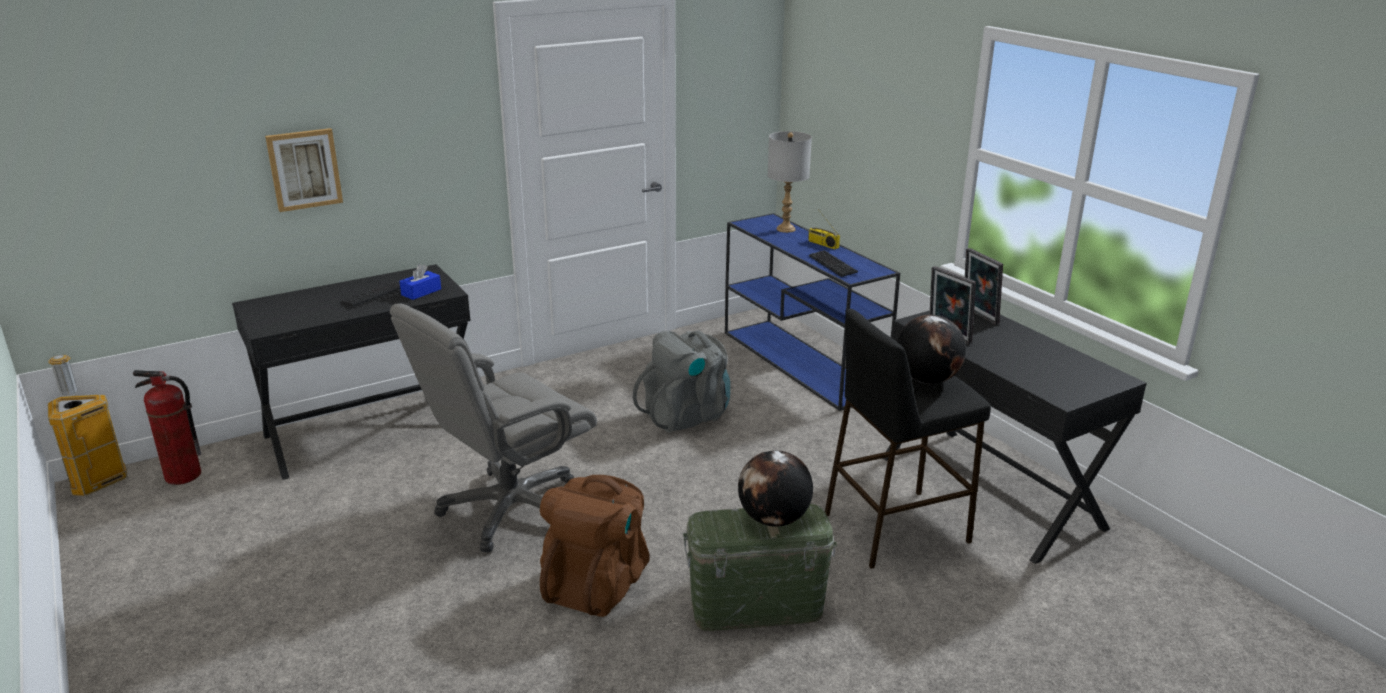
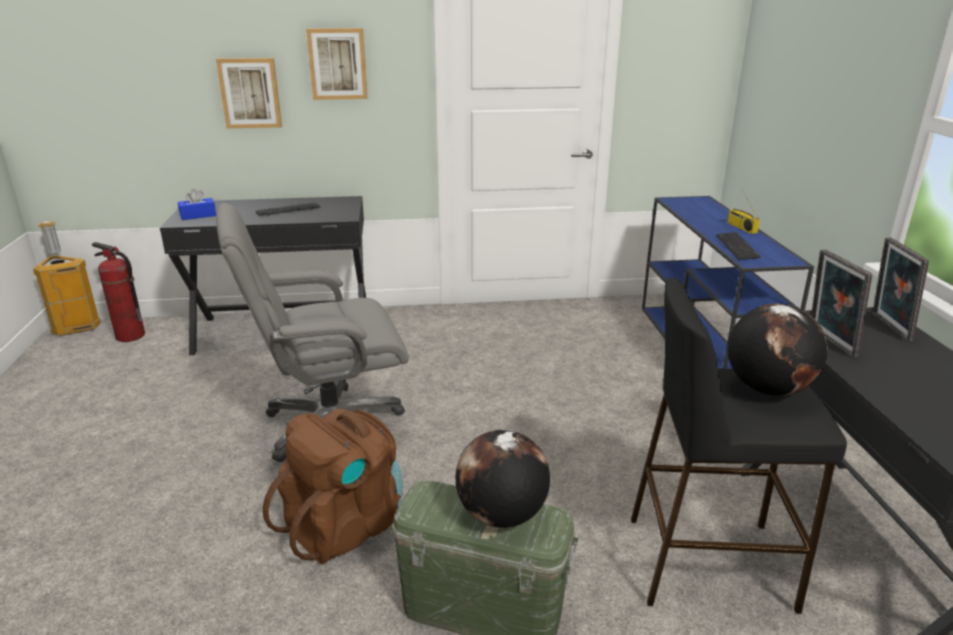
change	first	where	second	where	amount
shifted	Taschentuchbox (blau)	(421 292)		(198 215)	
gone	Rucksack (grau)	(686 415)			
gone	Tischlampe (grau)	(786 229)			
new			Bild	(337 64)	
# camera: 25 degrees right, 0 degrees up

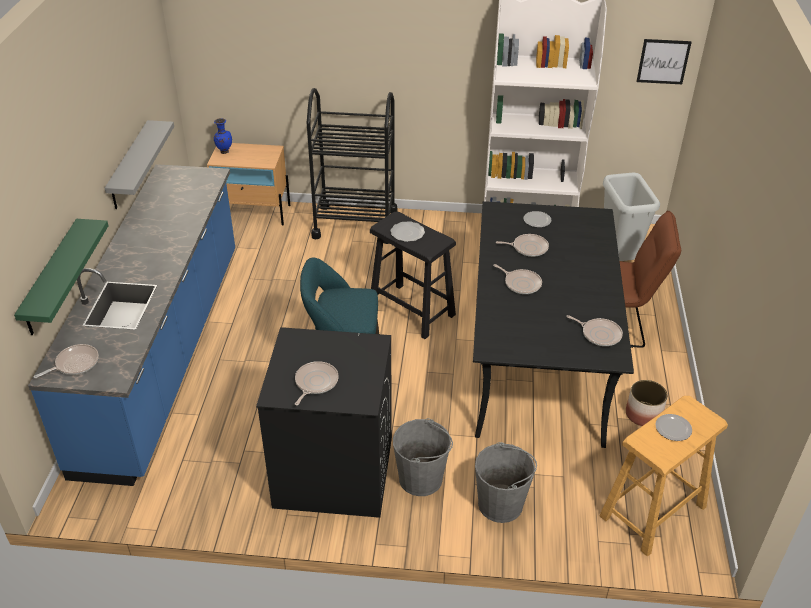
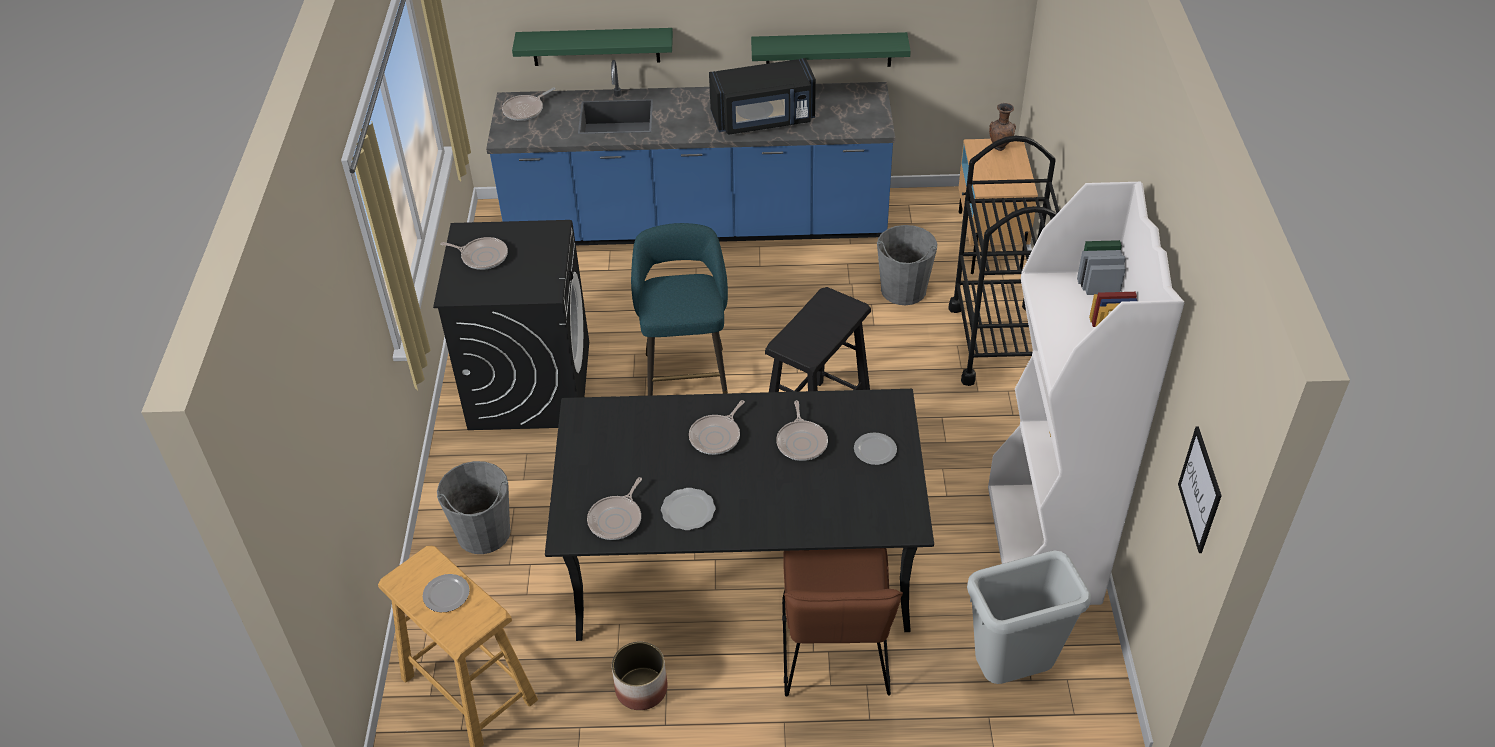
change	first	where	second	where	amount
rotated	Pfanne	(74 364)		(525 110)	90 degrees clockwise
repainted	Wandregal (grau)	(129 166)	Wandregal (grün)	(828 51)	
repainted	Vase (blau)	(224 151)	Vase (braun)	(1000 147)	
shifted	Teller	(407 233)		(687 511)	
shifted	Eimer (grau)	(421 479)		(903 290)	
new			Mikrowelle (schwarz)	(763 119)	
# camera: 85 degrees right, 5 degrees up

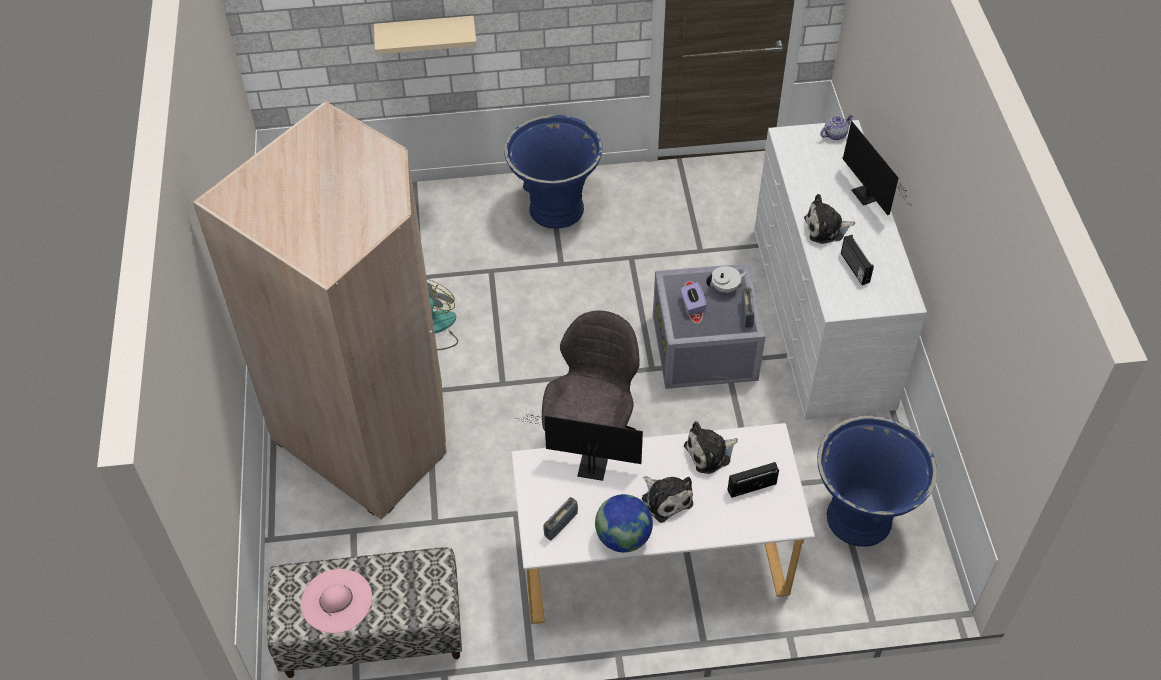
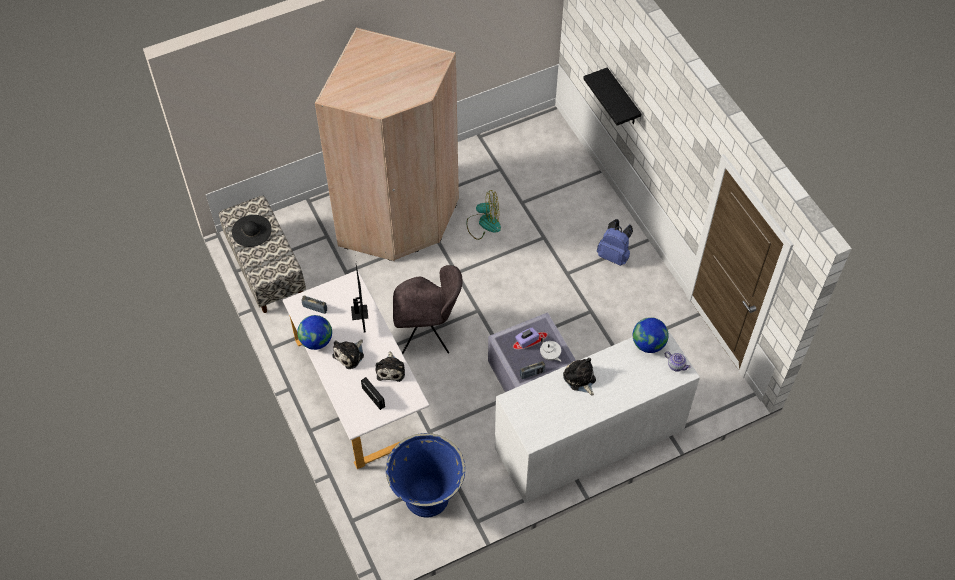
change	first	where	second	where	amount
repainted	Hut (rosa)	(336 600)	Hut (schwarz)	(251 231)	
repainted	Wandregal (beige)	(425 34)	Wandregal (schwarz)	(623 98)	
swapped	Pflanzkübel (blau)	(555 209)	Rucksack (blau)	(614 255)	
rotated	Plüschtier	(710 453)		(391 369)	135 degrees counterclockwise
gone	Radio	(854 268)			
gone	Monitor	(868 197)			
new			Globus	(648 344)	
# camera: 70 degrees right, 5 degrees up

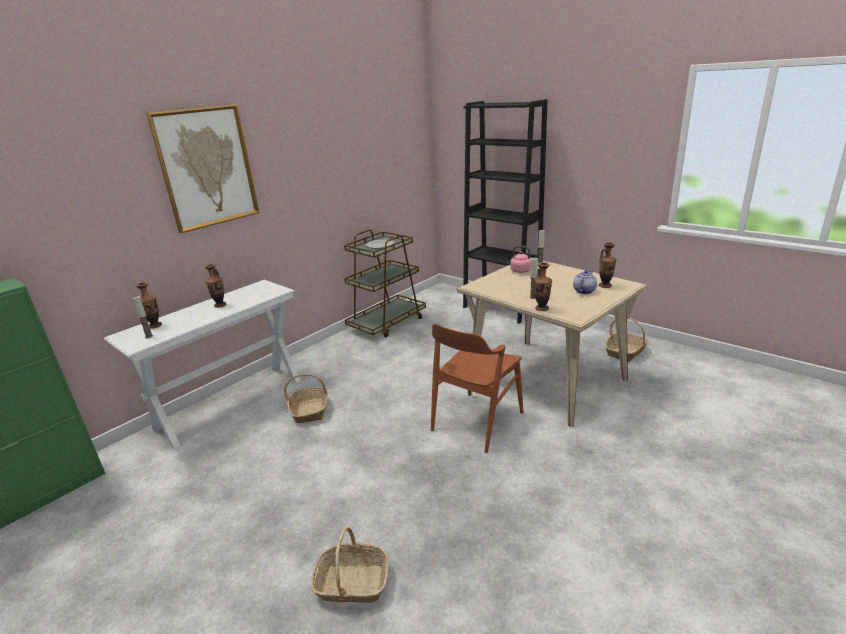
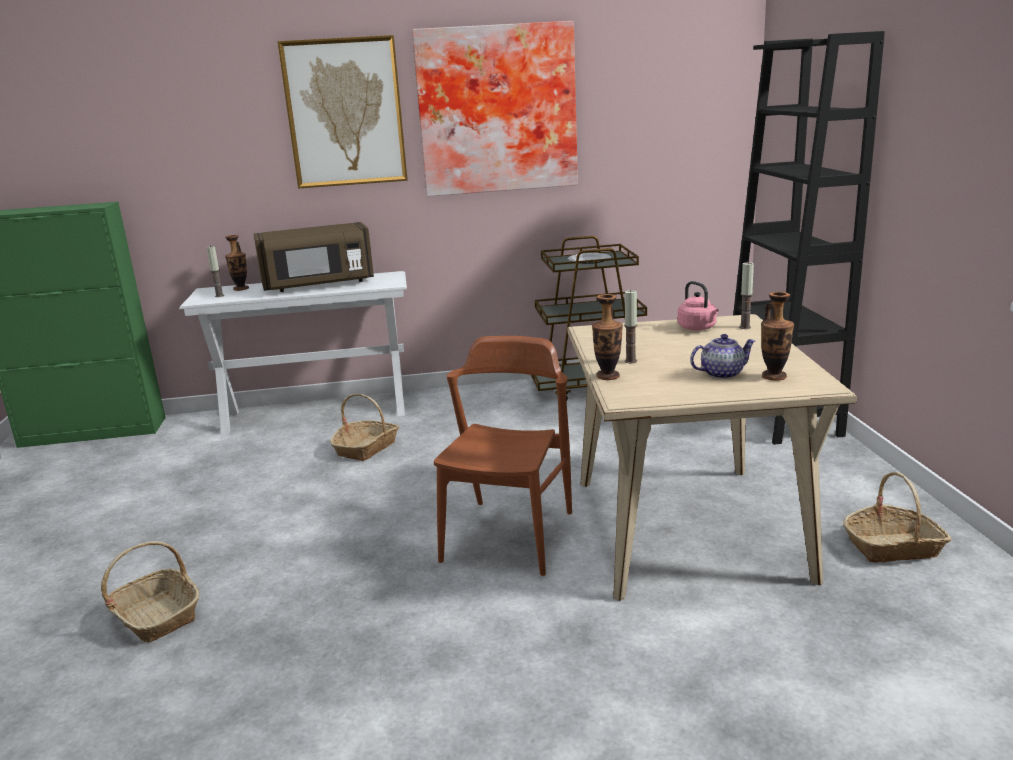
change	first	where	second	where	amount
swapped	Vase	(220 305)	Mikrowelle (braun)	(318 284)	
rotated	Stuhl (braun)	(477 421)		(509 536)	120 degrees clockwise
new			Bild	(497 110)	
# camera: 40 degrees right, 5 degrees down

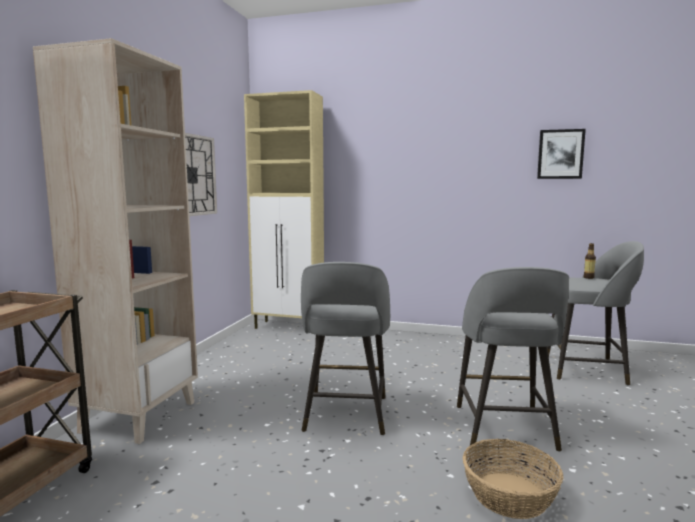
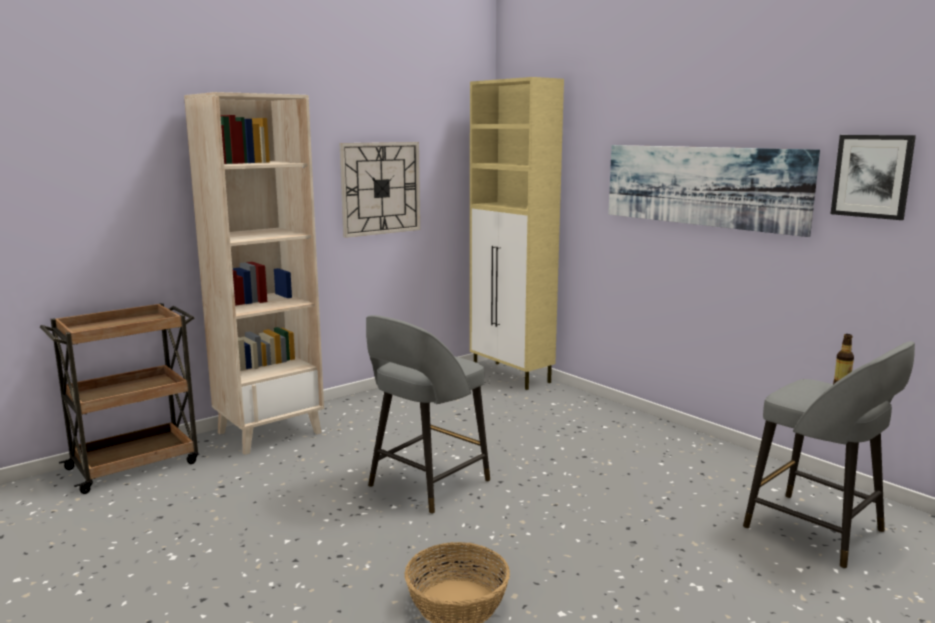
change	first	where	second	where	amount
gone	Hocker (grau)	(505 429)			
new			Bild	(702 186)	
# camera: 35 degrees right, 5 degrees up

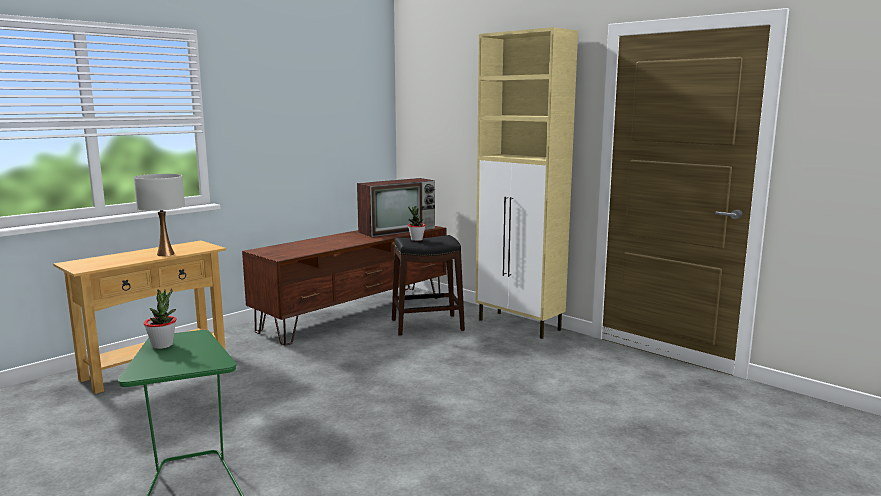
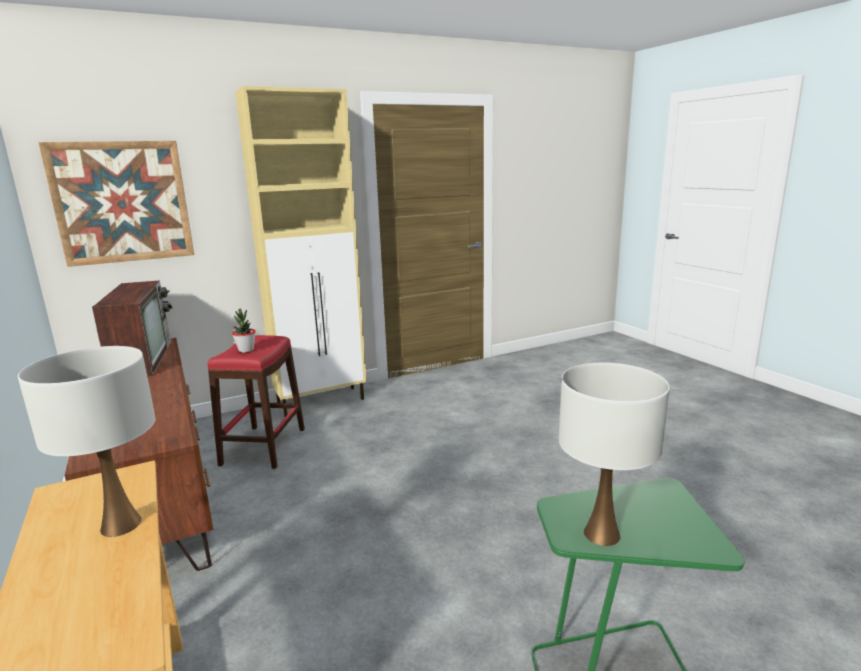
change	first	where	second	where	amount
swapped	Topfpflanze	(162 345)	Tischlampe (weiß)	(602 533)	
repainted	Hocker (schwarz)	(427 325)	Hocker (rot)	(263 446)	
new			Bild	(122 202)	
# camera: 70 degrees left, 5 degrees up

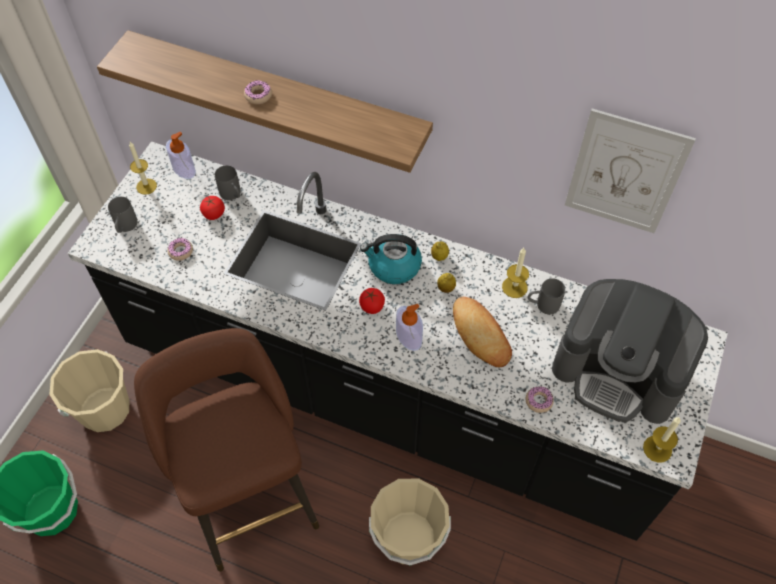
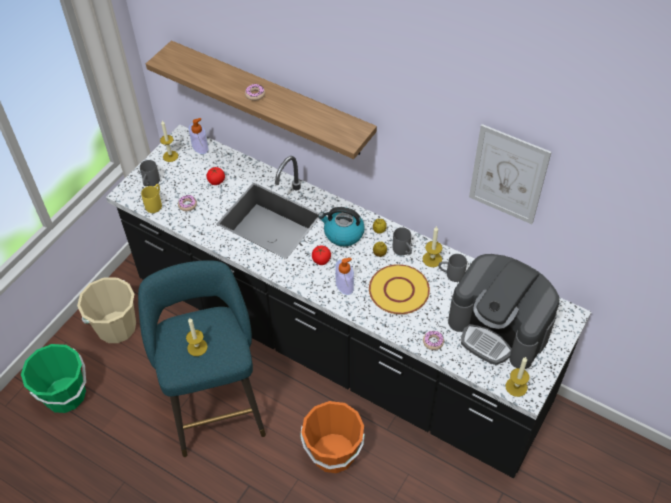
change	first	where	second	where	amount
repainted	Hocker (braun)	(249 496)	Hocker (türkis)	(216 405)	
shifted	Henkelbecher (grau)	(232 195)		(403 251)	
repainted	Eimer (beige)	(408 538)	Eimer (orange)	(333 453)	
swapped	Brot	(480 335)	Teller (gelb)	(399 290)	
new			Henkelbecher (gelb)	(155 204)	
new			Kerze	(197 347)	
# camera: 10 degrees right, 5 degrees down

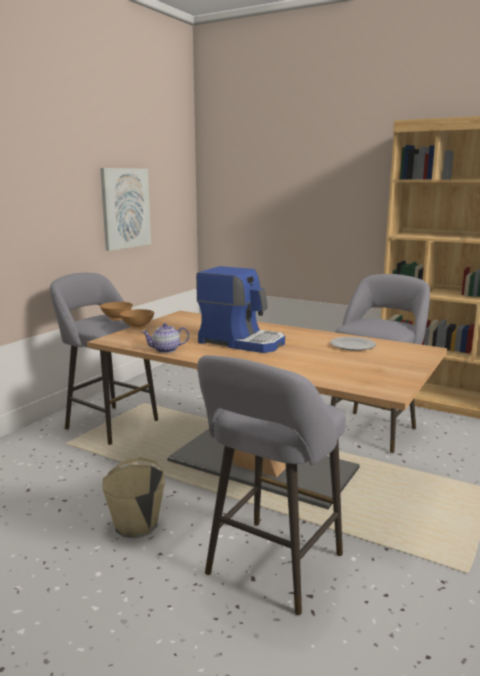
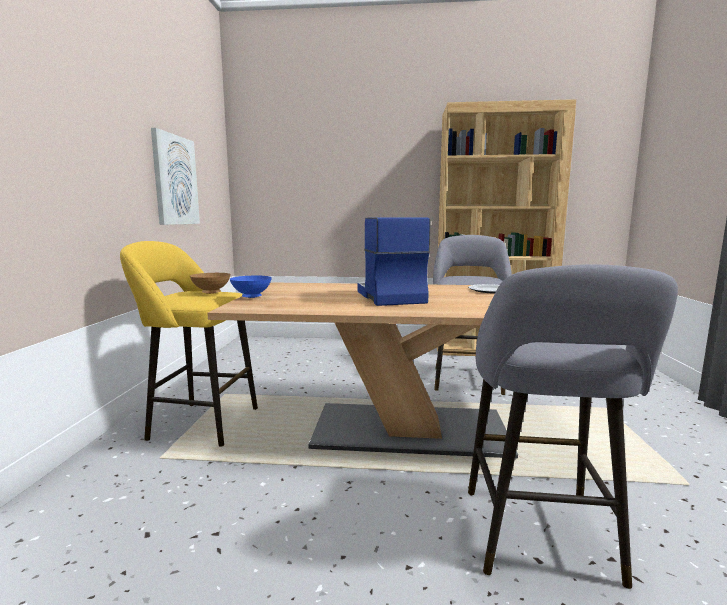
change	first	where	second	where	amount
repainted	Hocker (grau)	(108 423)	Hocker (gelb)	(199 423)	
gone	Eimer (beige)	(136 524)			
repainted	Schüssel (braun)	(137 329)	Schüssel (blau)	(251 297)	
gone	Teekanne	(166 350)			
rotated	Kaffeemaschine	(242 342)		(388 297)	105 degrees counterclockwise
# camera: 25 degrees left, 5 degrees down

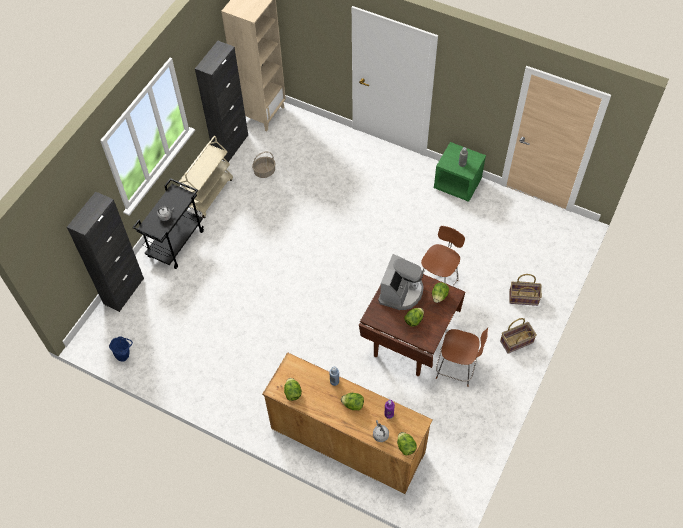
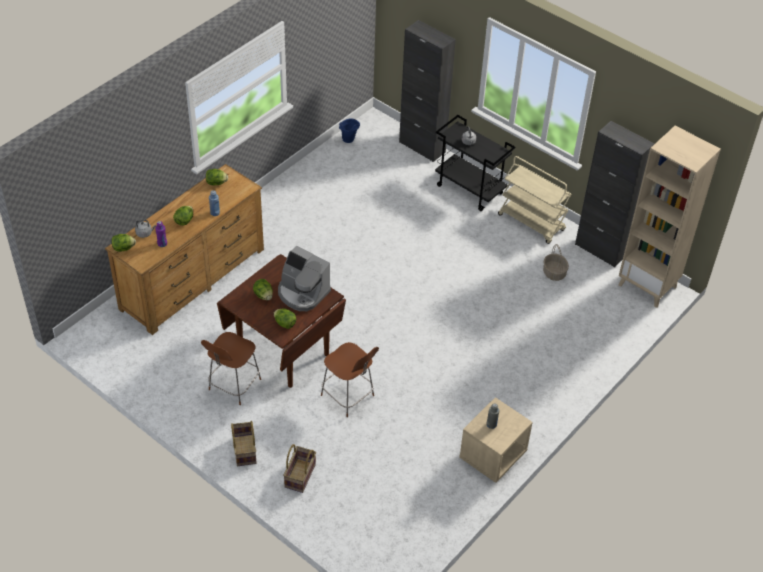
change	first	where	second	where	amount
repainted	Nachttisch (grün)	(457 184)	Nachttisch (beige)	(492 456)	
# camera: 100 degrees right, 10 degrees down

